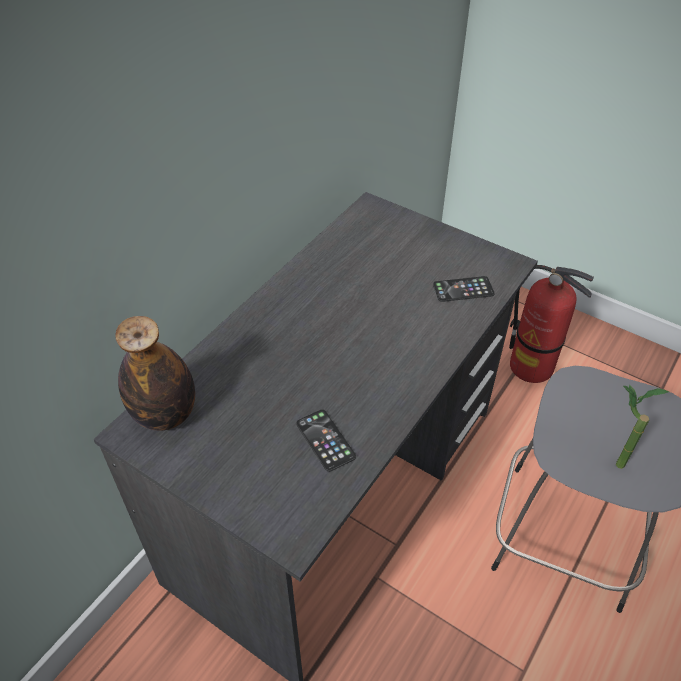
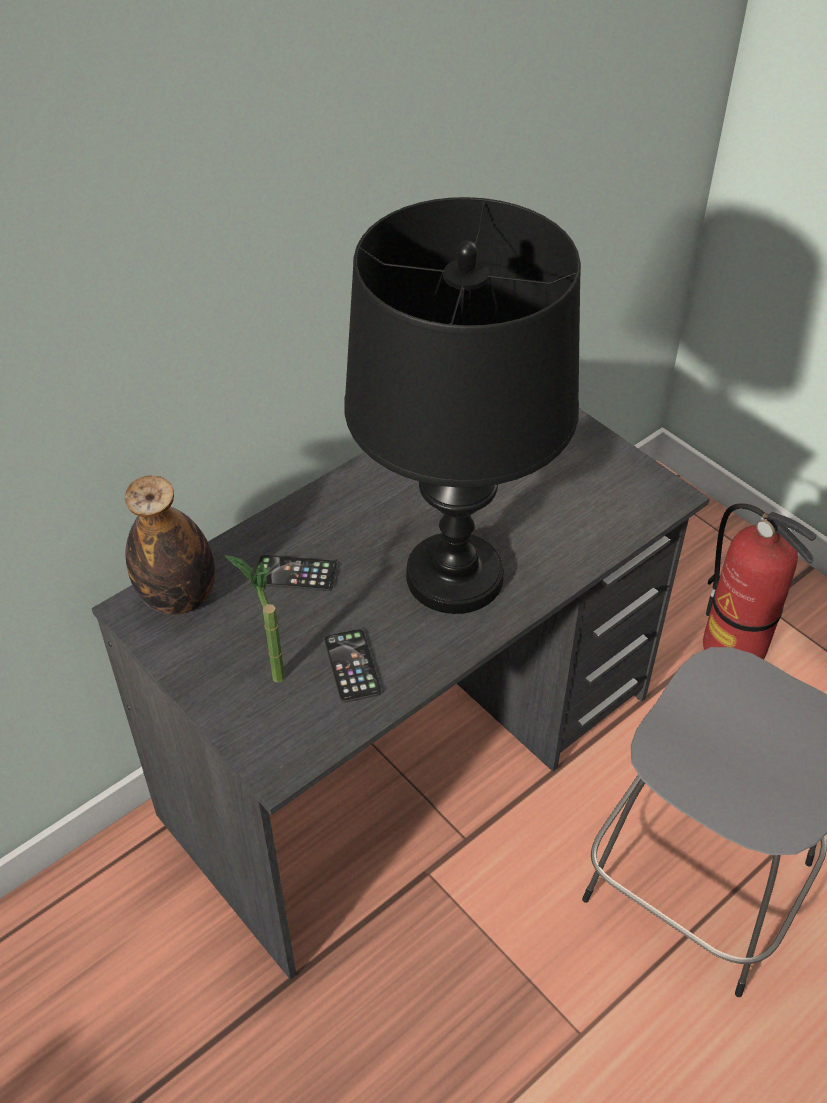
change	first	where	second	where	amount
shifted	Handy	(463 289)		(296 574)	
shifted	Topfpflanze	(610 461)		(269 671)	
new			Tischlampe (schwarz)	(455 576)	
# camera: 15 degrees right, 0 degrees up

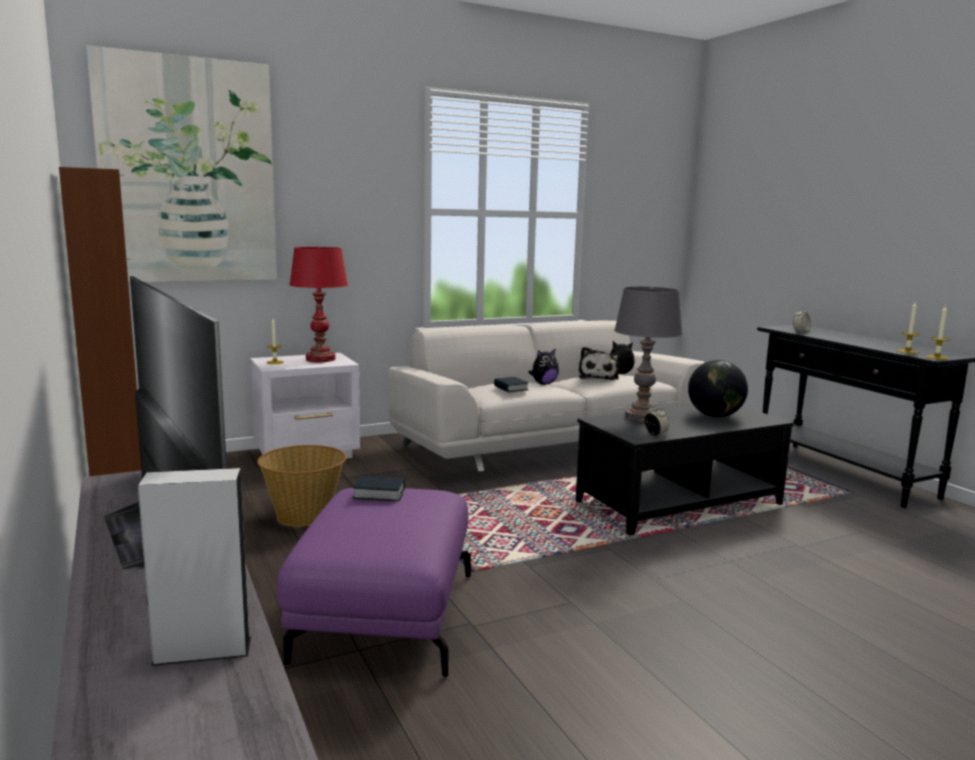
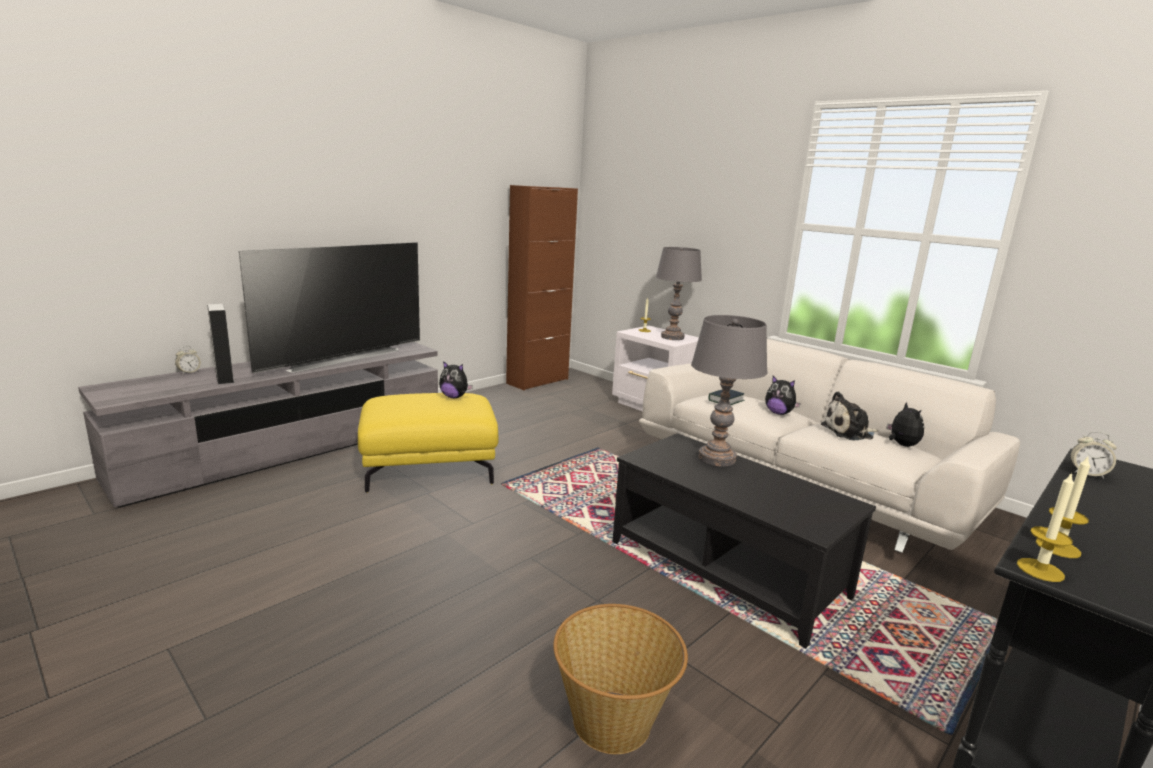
change	first	where	second	where	amount
gone	Bild	(188 172)			
shifted	Korb	(304 515)		(613 721)	
repainted	Polsterhocker (lila)	(384 615)	Polsterhocker (gelb)	(430 466)	
repainted	Tischlampe (rot)	(320 359)	Tischlampe (grau)	(672 337)	
swapped	Buch	(379 494)	Plüschtier	(454 397)	
shifted	Wecker	(656 434)		(189 372)	
gone	Globus	(715 416)			
# camera: 70 degrees right, 5 degrees up

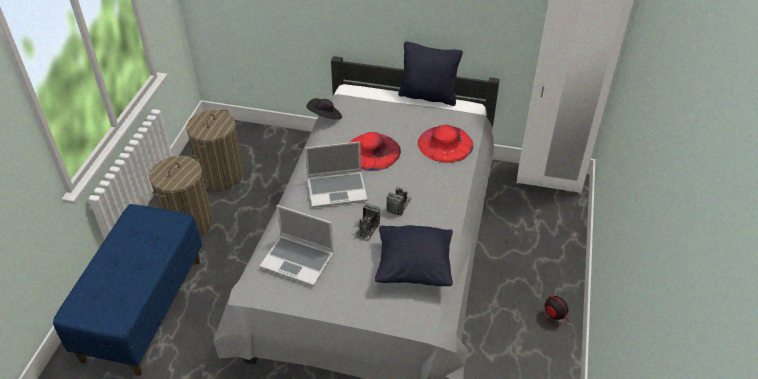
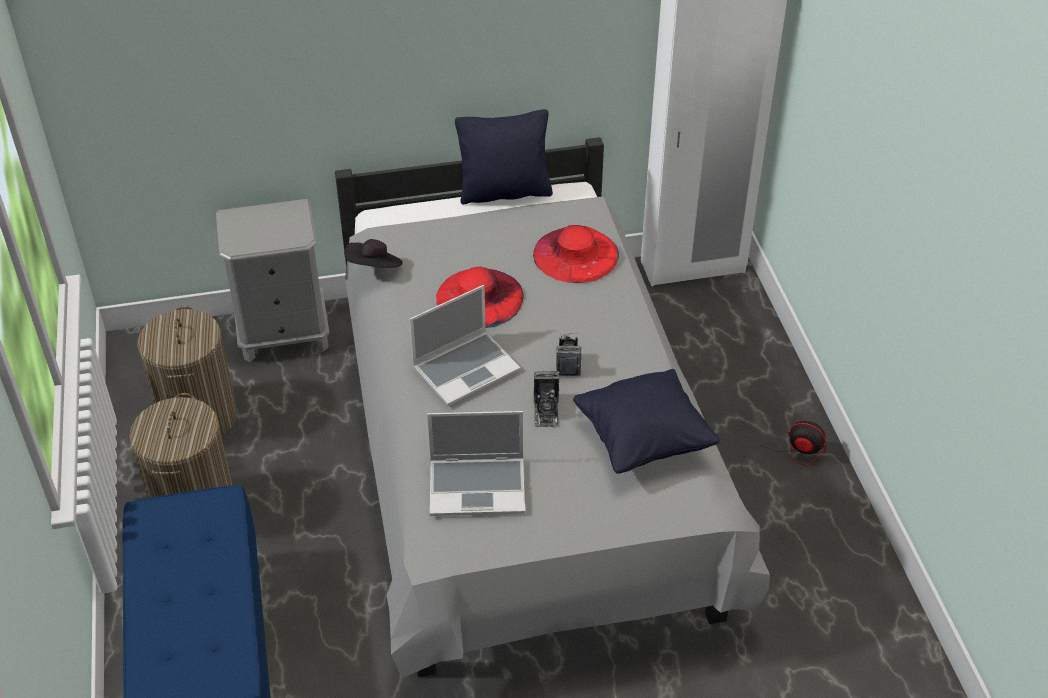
change	first	where	second	where	amount
new			Nachttisch (grau)	(284 334)	
# camera: 25 degrees left, 0 degrees up

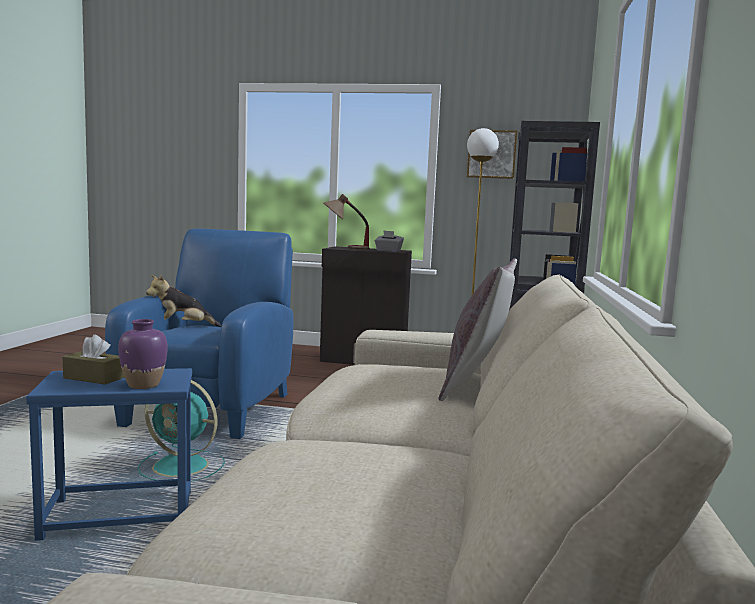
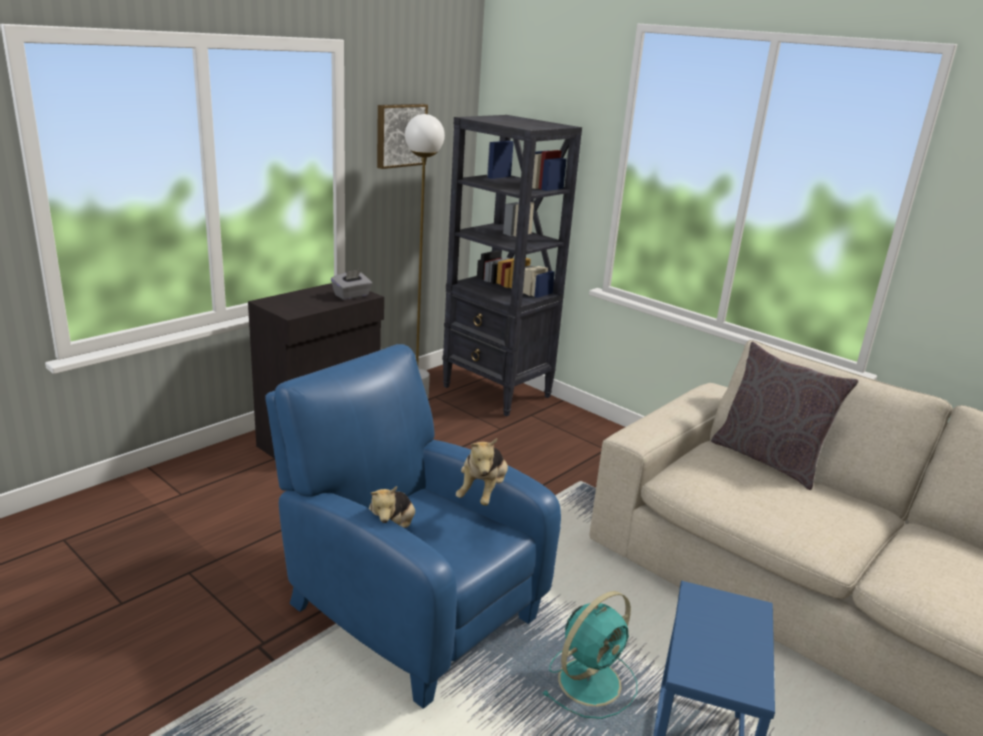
change	first	where	second	where	amount
gone	Taschentuchbox (braun)	(94 378)			
gone	Vase (lila)	(143 385)			
gone	Tischlampe	(345 248)			
new			Plüschtier	(482 493)	
# camera: 60 degrees left, 15 degrees up

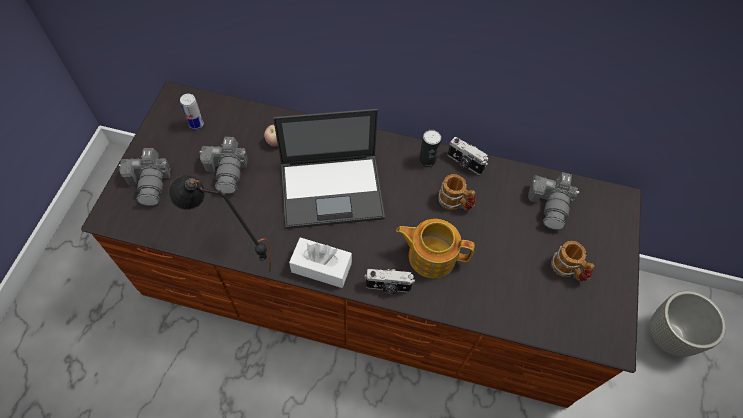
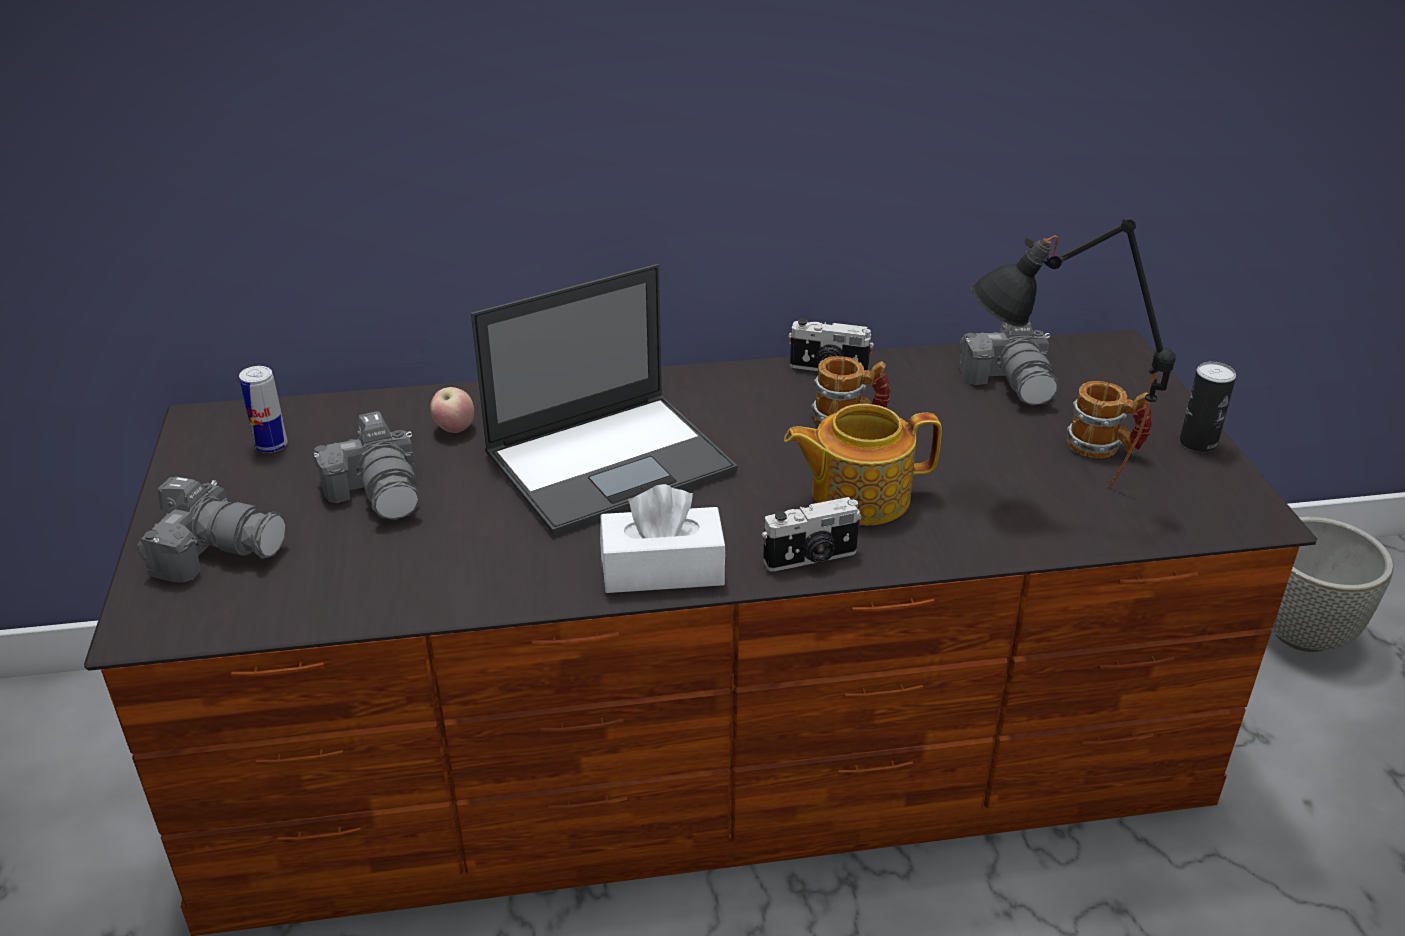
change	first	where	second	where	amount
rotated	Kamera	(150 183)		(217 550)	45 degrees counterclockwise
shifted	Tischlampe (schwarz)	(236 263)		(1042 493)	
shifted	Dose	(427 160)		(1198 443)	
# camera: 20 degrees left, 25 degrees down

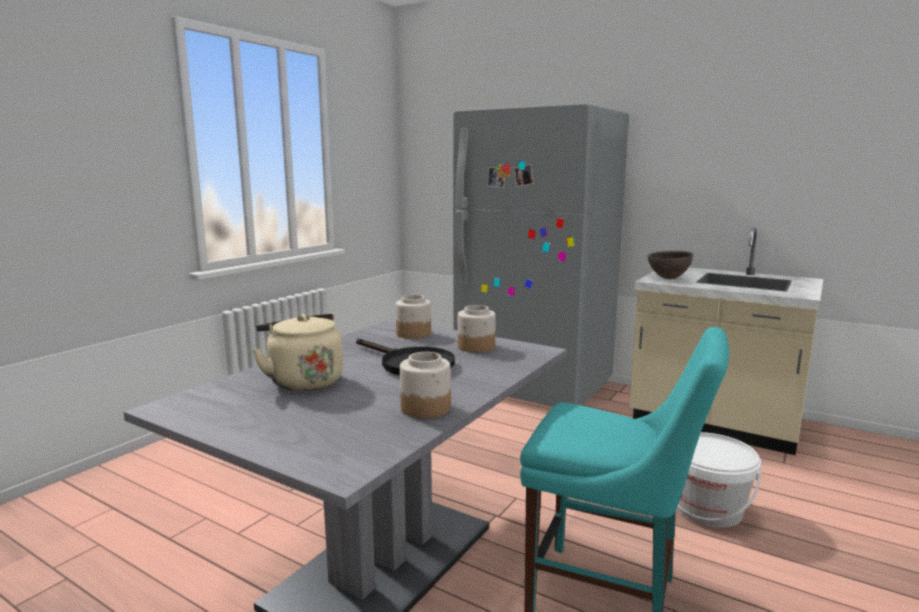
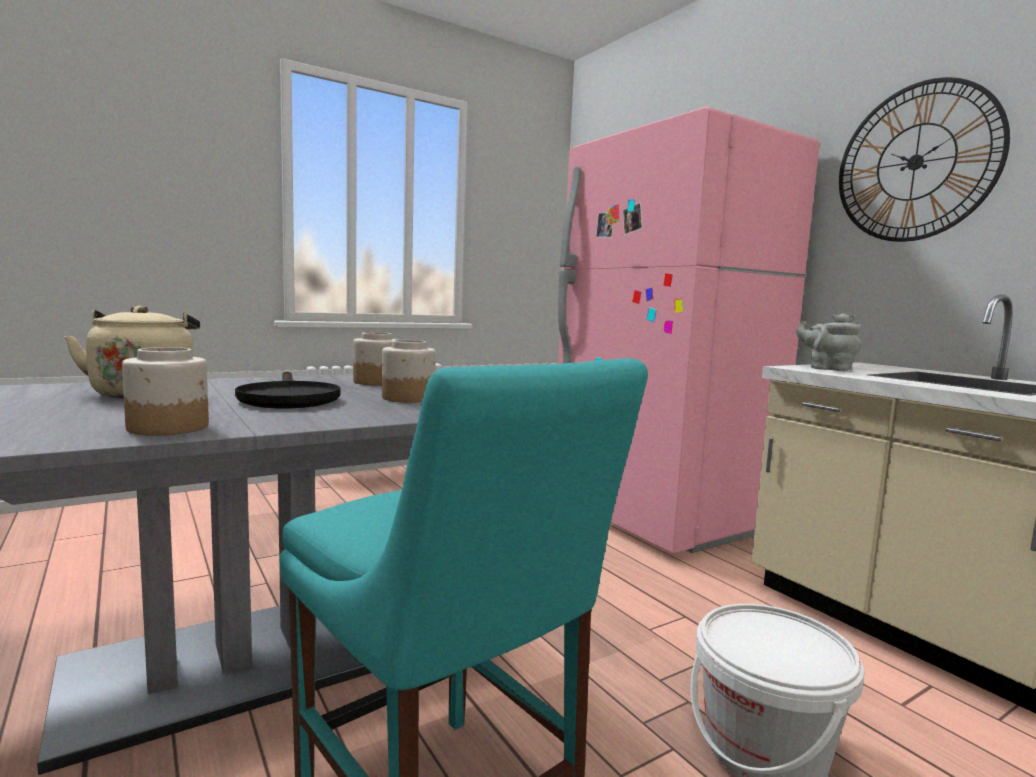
change	first	where	second	where	amount
repainted	Kühlschrank (grau)	(534 387)	Kühlschrank (rosa)	(658 518)	
swapped	Schüssel (braun)	(668 278)	Teekanne (grau)	(827 369)	
new			Wanduhr	(915 162)	
# camera: 25 degrees right, 5 degrees down

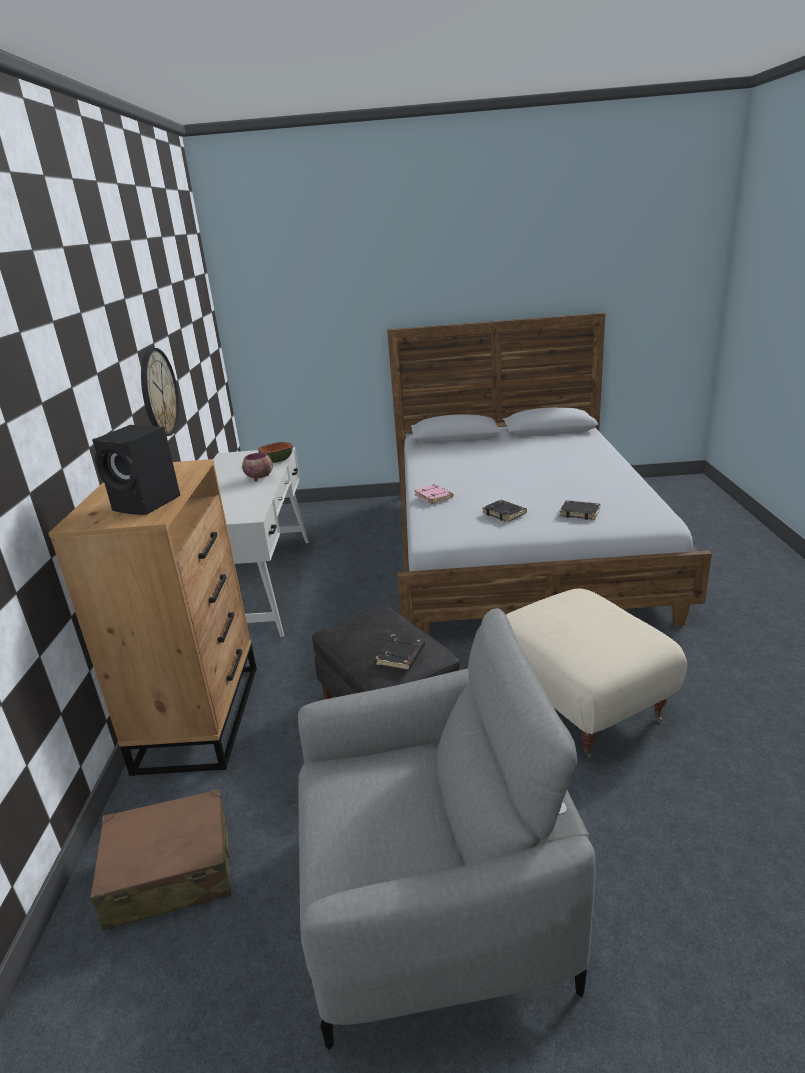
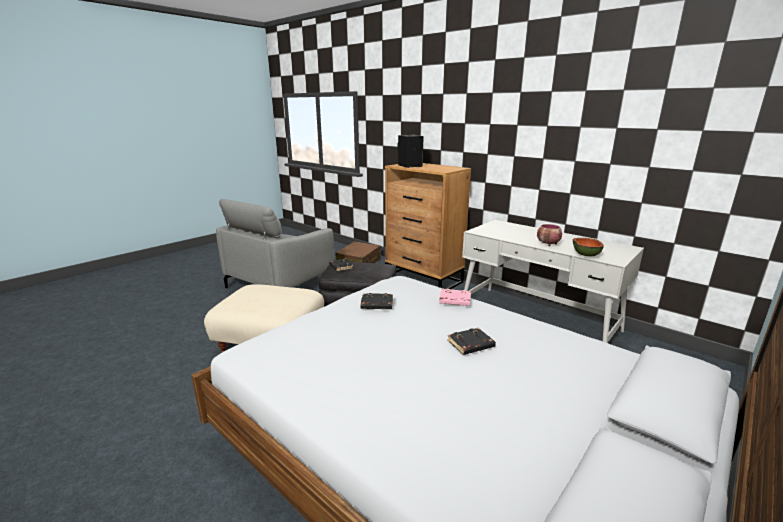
change	first	where	second	where	amount
gone	Wanduhr	(158 392)			
shifted	Buch (schwarz)	(580 513)		(470 345)	
# camera: 130 degrees right, 5 degrees down

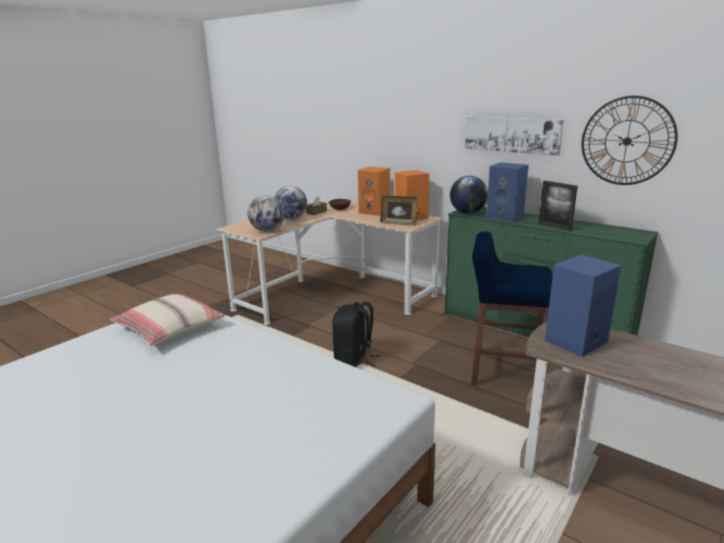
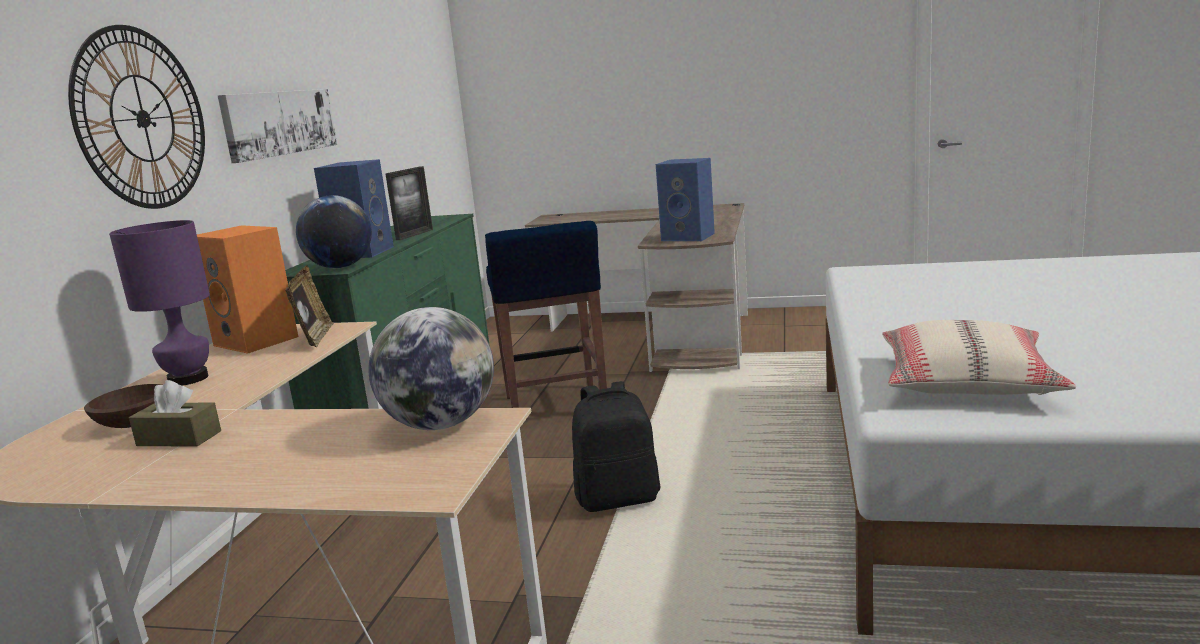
change	first	where	second	where	amount
gone	Globus	(291 219)			
swapped	Lautsprecher (orange)	(375 212)	Tischlampe (lila)	(188 379)	
shifted	Wanduhr	(627 141)		(142 118)	
# camera: 115 degrees left, 5 degrees down

